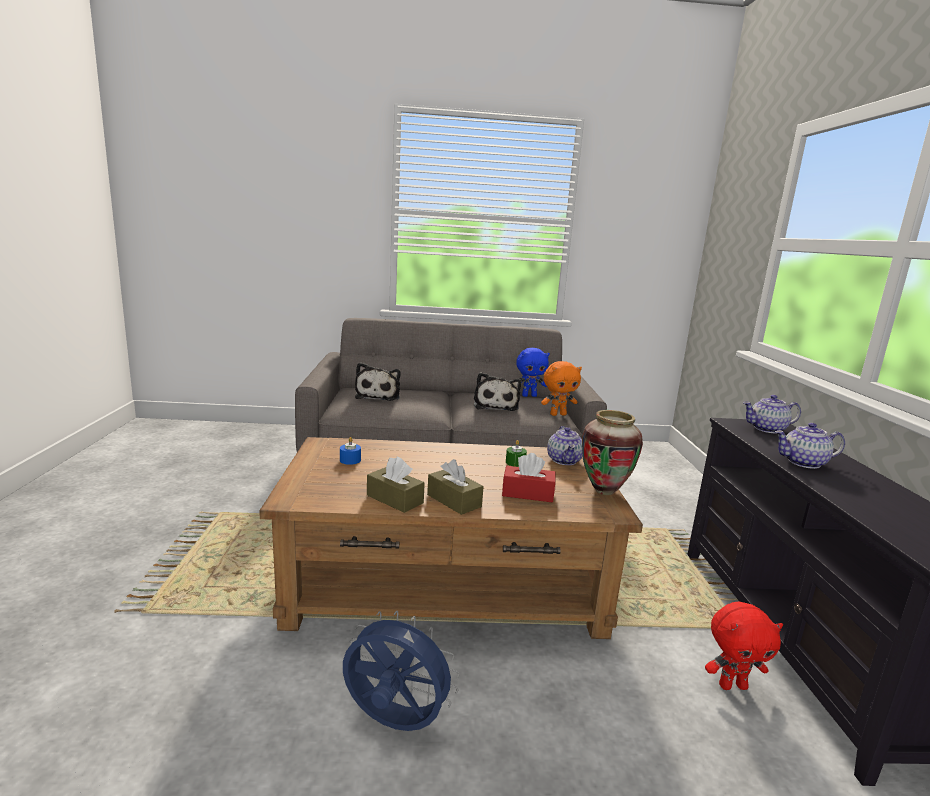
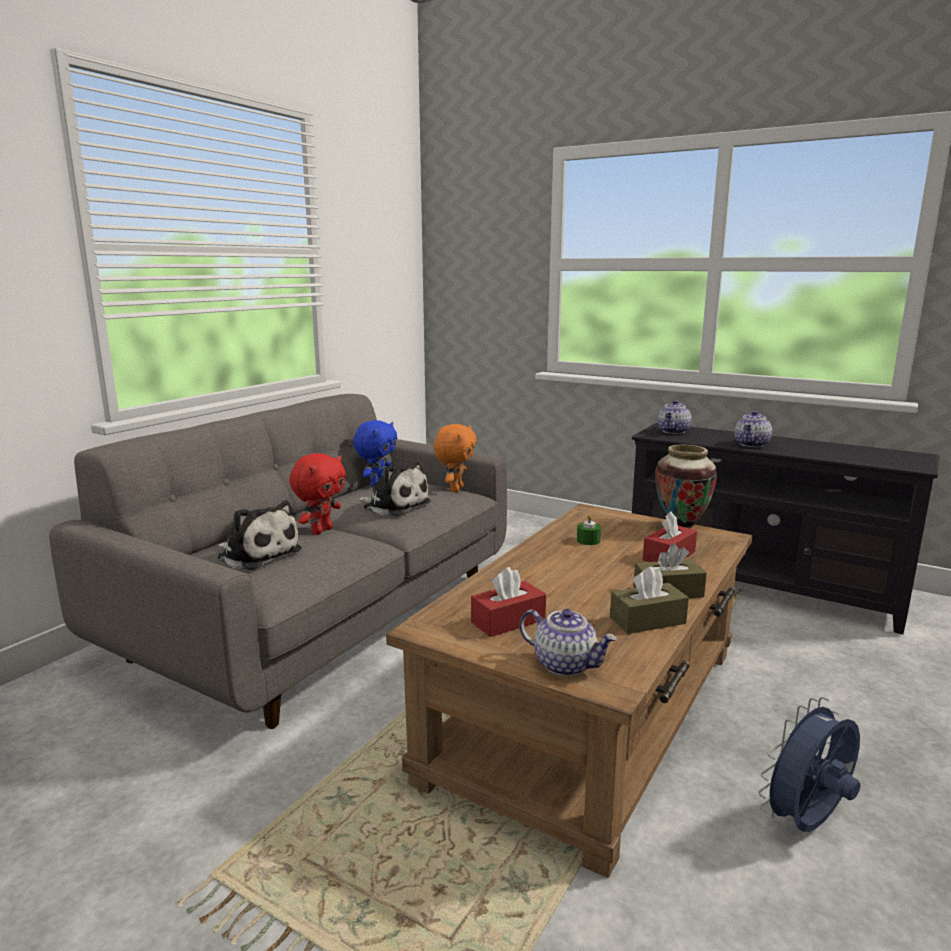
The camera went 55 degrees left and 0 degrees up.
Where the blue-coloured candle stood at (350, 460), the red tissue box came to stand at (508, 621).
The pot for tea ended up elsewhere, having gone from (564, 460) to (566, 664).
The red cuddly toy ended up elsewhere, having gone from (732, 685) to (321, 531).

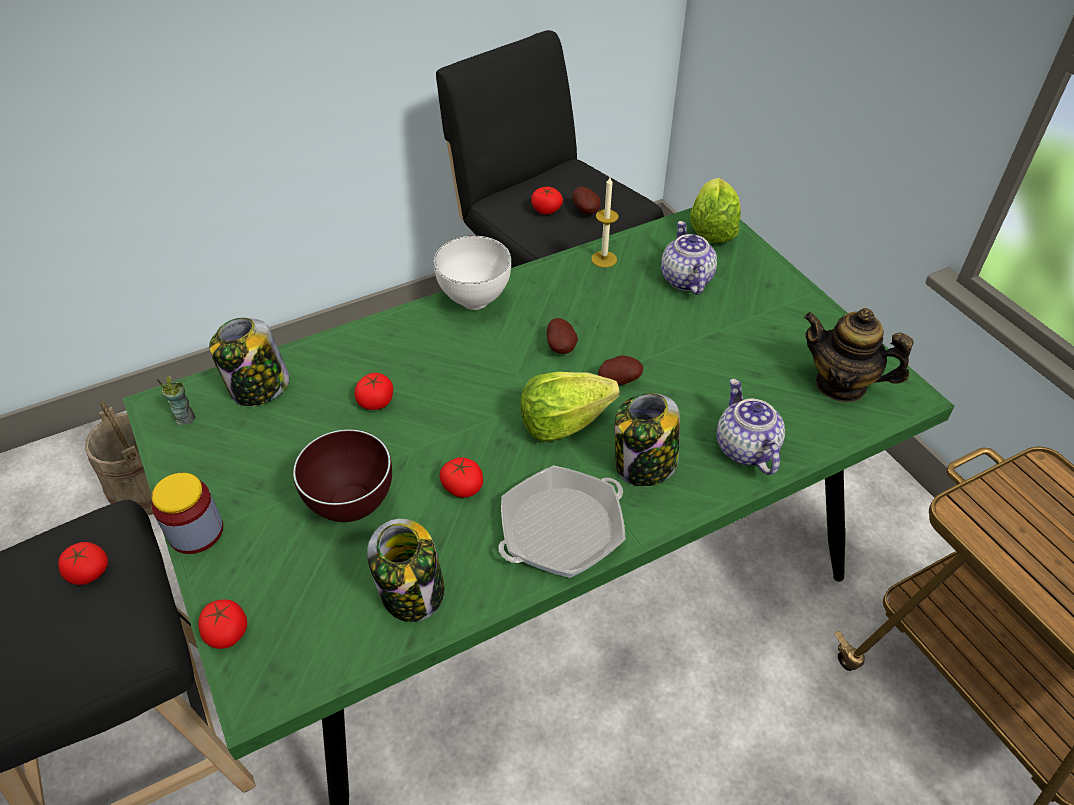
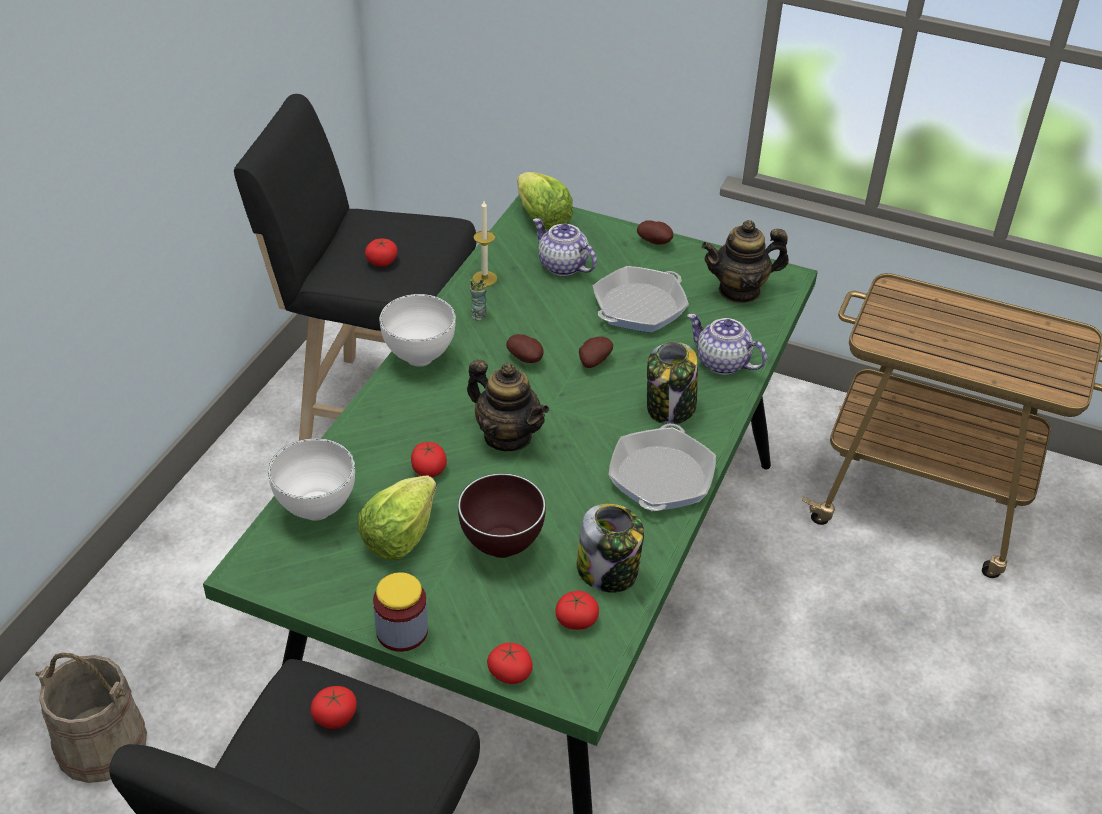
The camera went 40 degrees left and 5 degrees down.
The small cup ended up elsewhere, having gone from (185, 418) to (478, 315).
Where the jar stood at (259, 388), the whitish deep dish came to stand at (318, 511).
The whole tomato ended up elsewhere, having gone from (463, 486) to (576, 620).
The lettuce ended up elsewhere, having gone from (563, 422) to (399, 536).
The spud ended up elsewhere, having gone from (587, 211) to (655, 242).
The second view gained the pot for tea at (507, 436).
The second view gained the skillet at (639, 307).

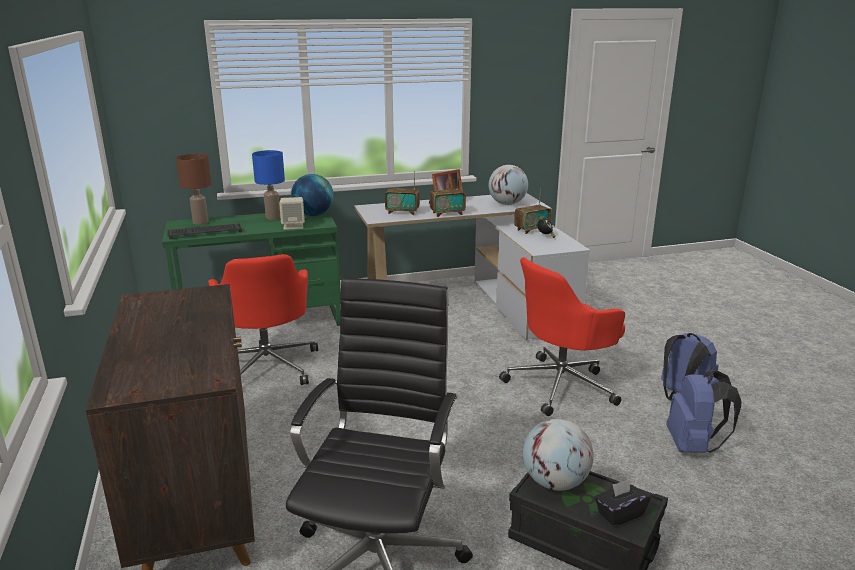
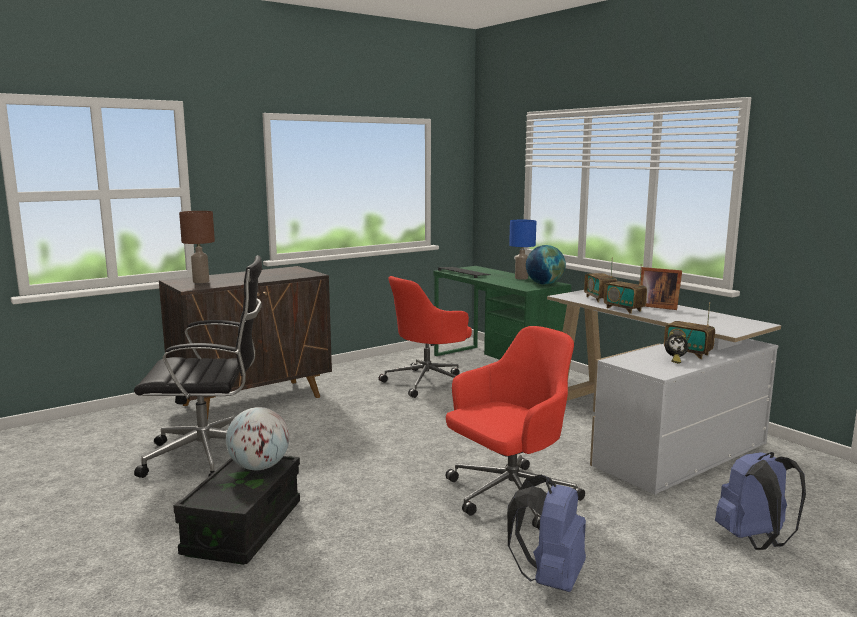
The camera went 70 degrees right and 10 degrees down.
The brown table lamp ended up elsewhere, having gone from (200, 222) to (200, 281).
The second view lost the beige speaker at (293, 226).
The second view lost the globe at (507, 204).
The red computer chair at (562, 385) ended up facing another way, 105 degrees clockwise from before.
The second view lost the black tissue box at (620, 514).
The blue-coloured knapsack ended up elsewhere, having gone from (693, 446) to (755, 540).

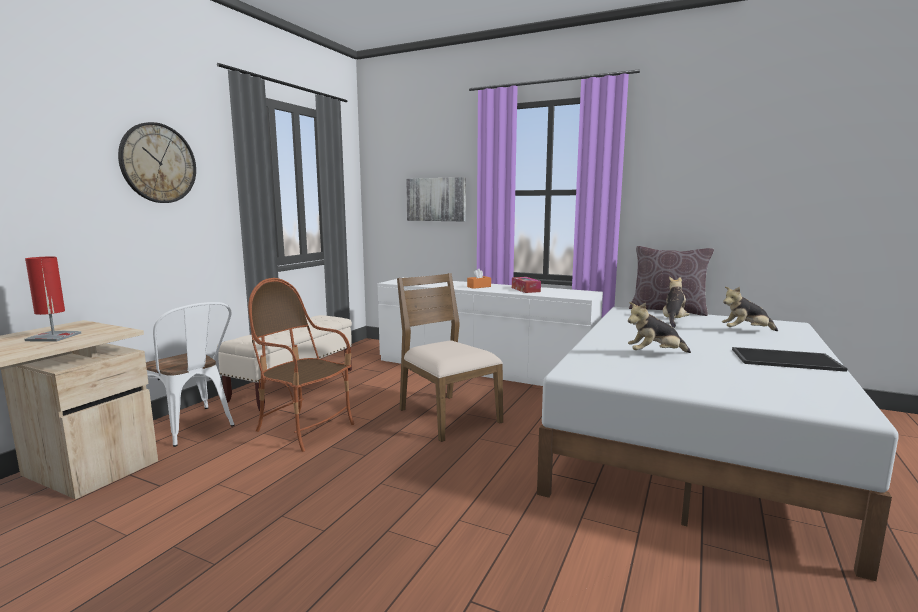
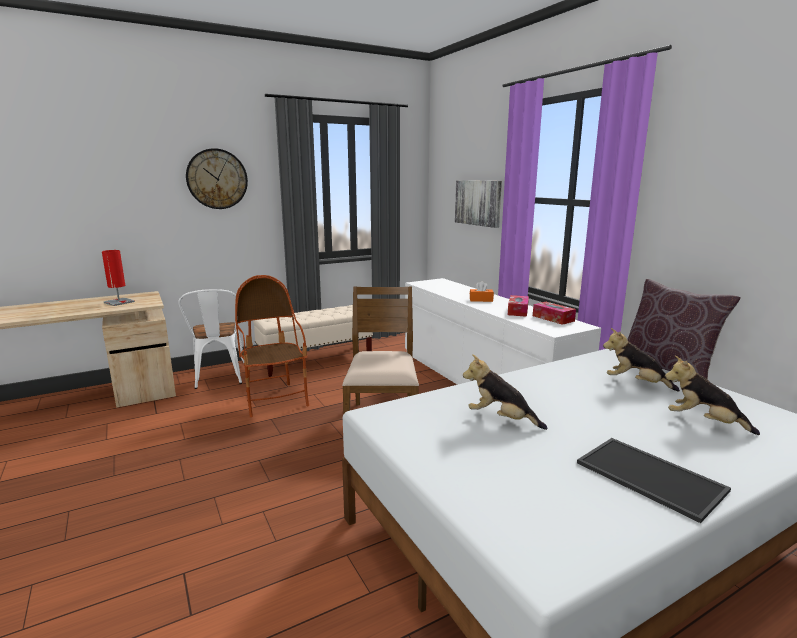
The camera went 35 degrees right and 5 degrees up.
The cuddly toy at (673, 321) ended up facing another way, 120 degrees counterclockwise from before.
The second view gained the tissue box at (553, 318).

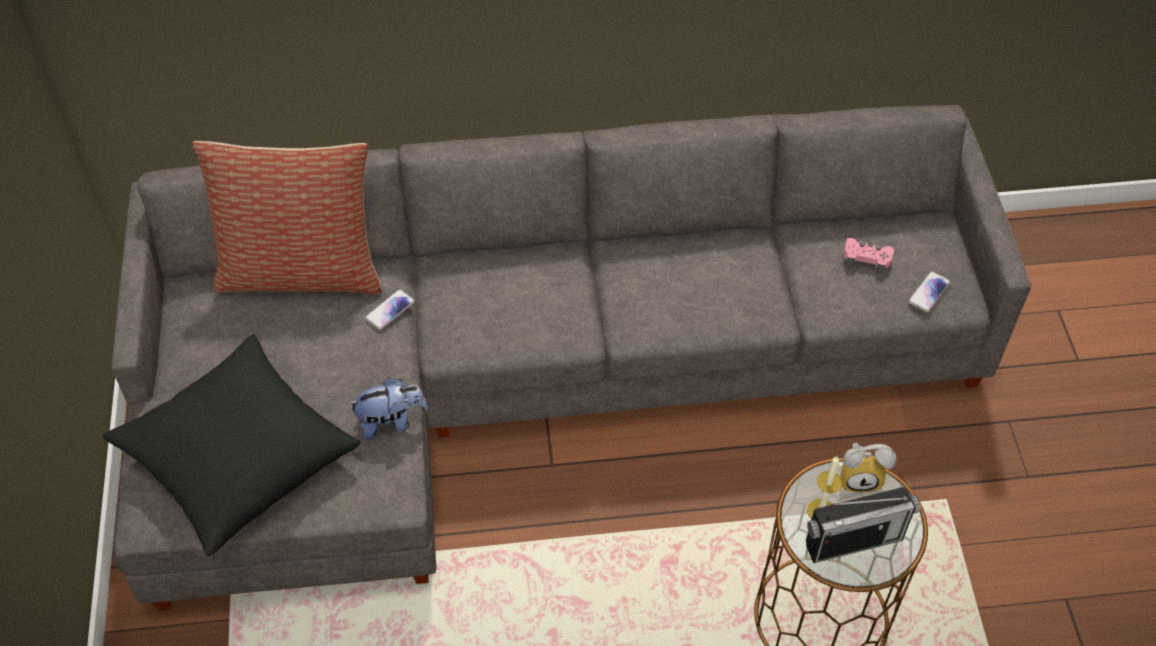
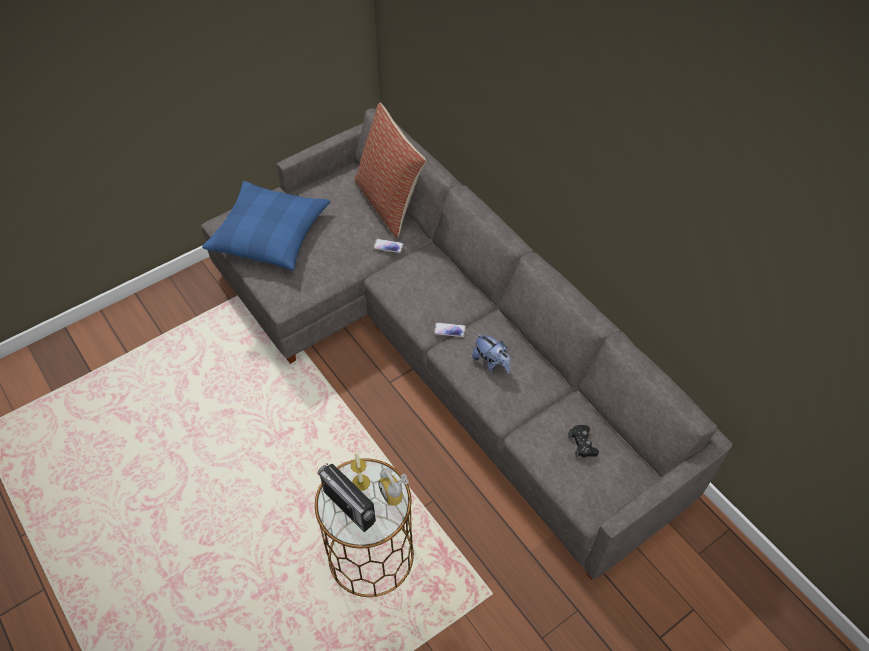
The camera went 60 degrees right and 0 degrees up.
What was the black pillow at (237, 454) turned into the blue-coloured pillow at (270, 234).
The cuddly toy ended up elsewhere, having gone from (391, 421) to (491, 363).
What was the pink-coloured joypad at (866, 258) turned into the black joypad at (582, 444).
The telephone ended up elsewhere, having gone from (928, 292) to (450, 330).

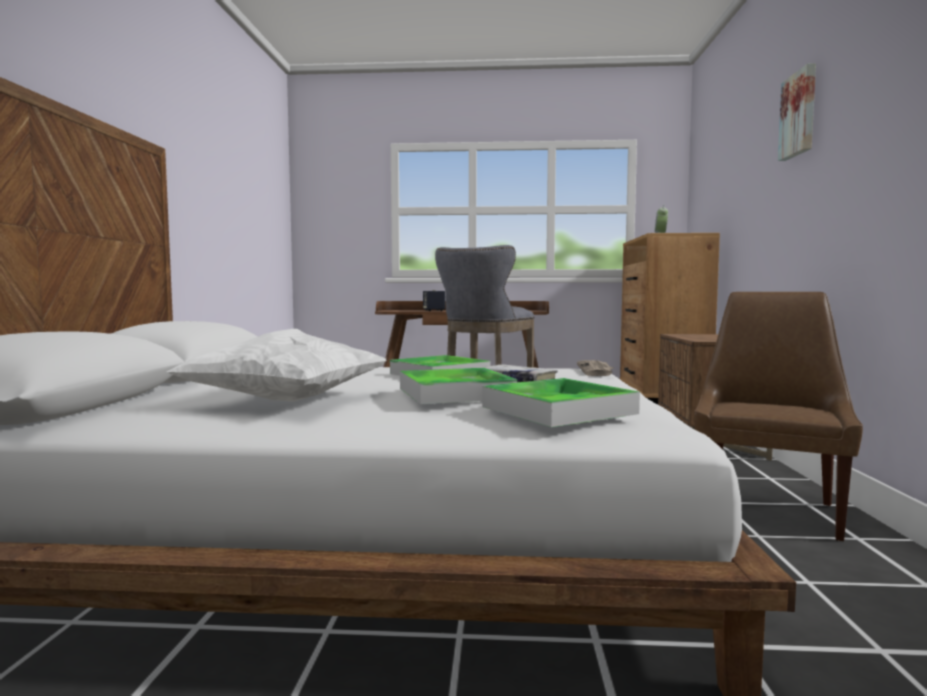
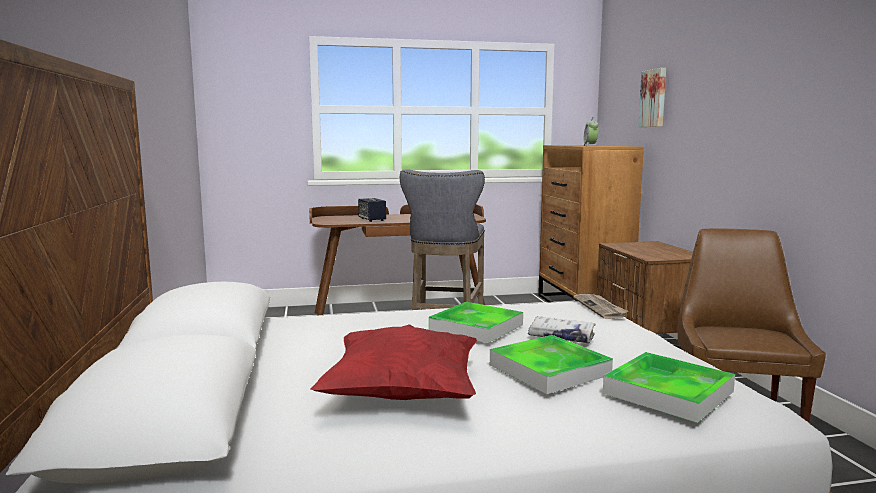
The camera went 15 degrees left and 5 degrees up.
What was the whitish pillow at (286, 401) turned into the red pillow at (402, 395).
The wall picture ended up elsewhere, having gone from (800, 114) to (654, 98).

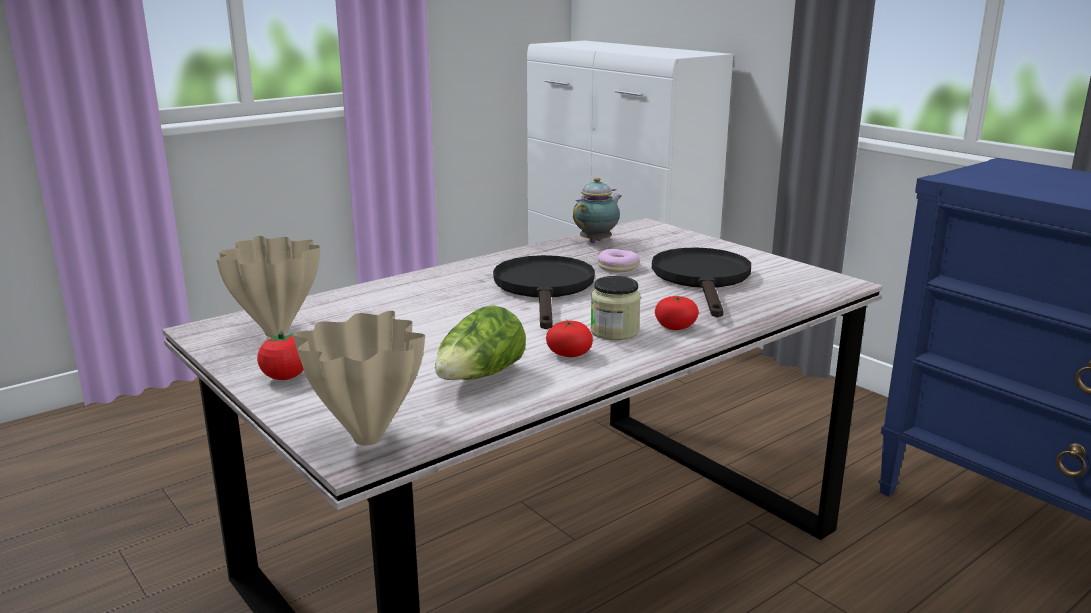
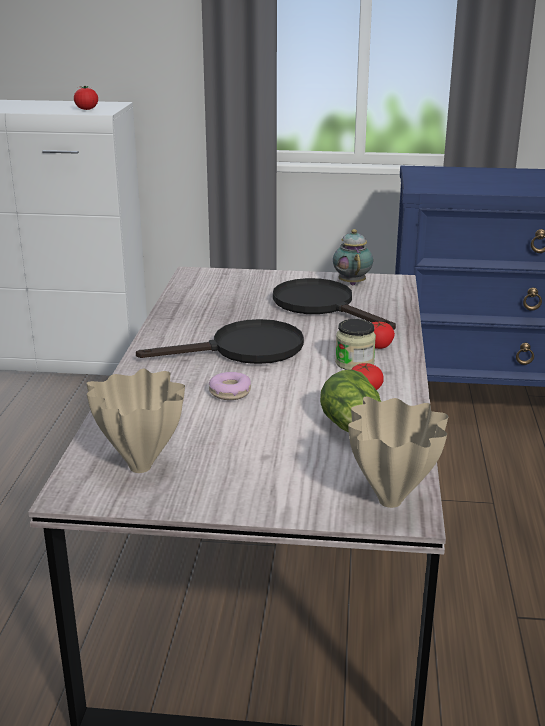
The camera went 45 degrees left and 5 degrees up.
The whole tomato ended up elsewhere, having gone from (285, 377) to (87, 109).
The black skillet at (545, 289) ended up facing another way, 120 degrees clockwise from before.
The pot for tea ended up elsewhere, having gone from (597, 241) to (352, 283).
The donut ended up elsewhere, having gone from (618, 267) to (230, 392).

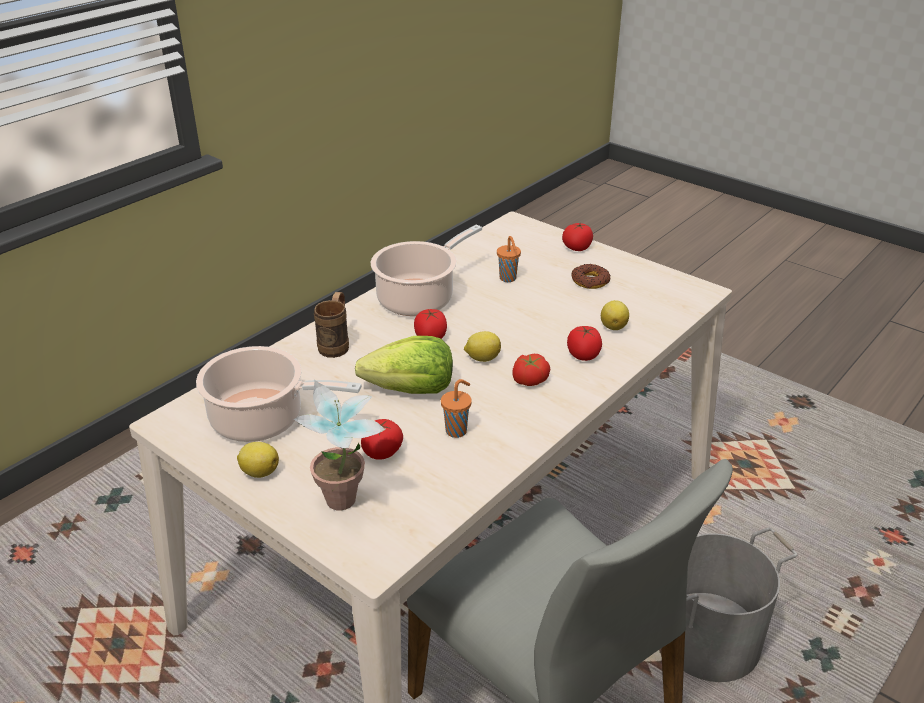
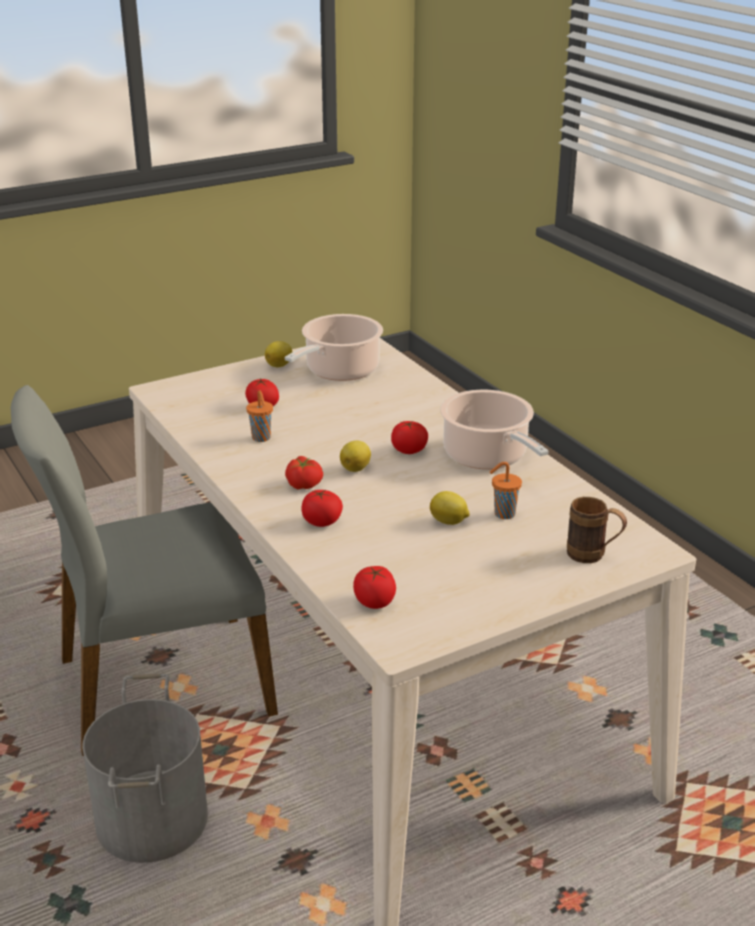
The camera went 110 degrees right and 5 degrees down.
The second view lost the houseplant at (346, 507).
The brown mug ended up elsewhere, having gone from (336, 344) to (593, 556).
The second view lost the lettuce at (411, 390).
The whole tomato ended up elsewhere, having gone from (577, 248) to (375, 602).
The second view lost the donut at (590, 281).
The citrus fruit ended up elsewhere, having gone from (613, 326) to (449, 522).

